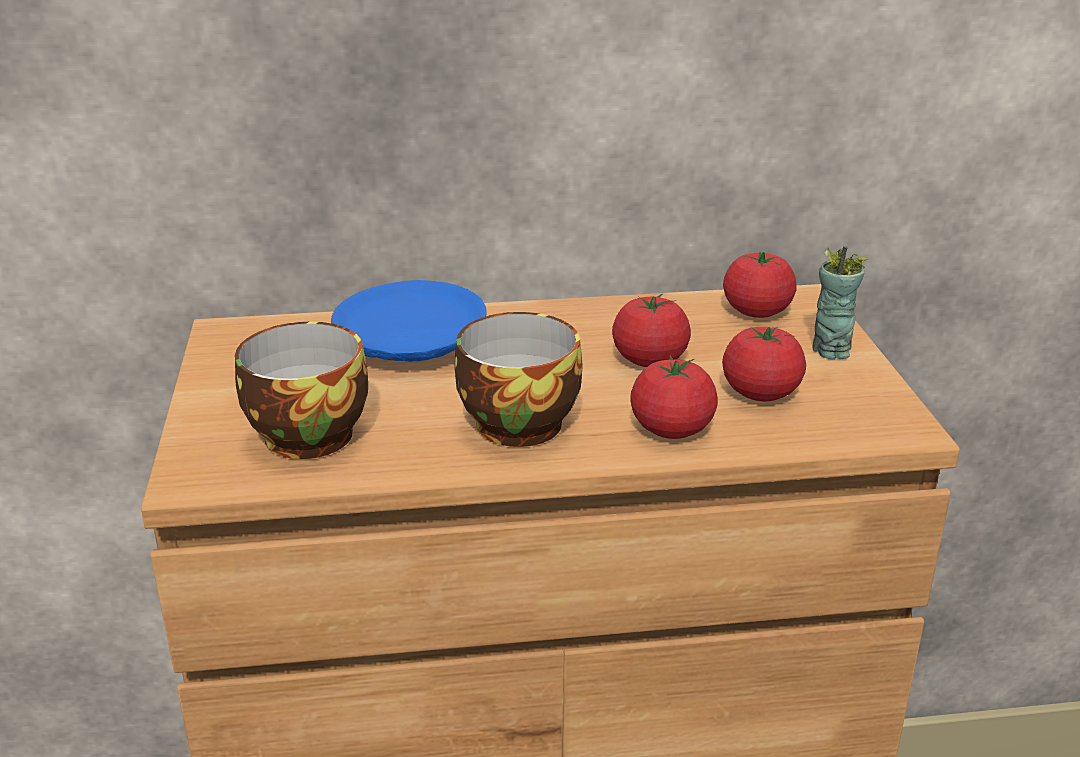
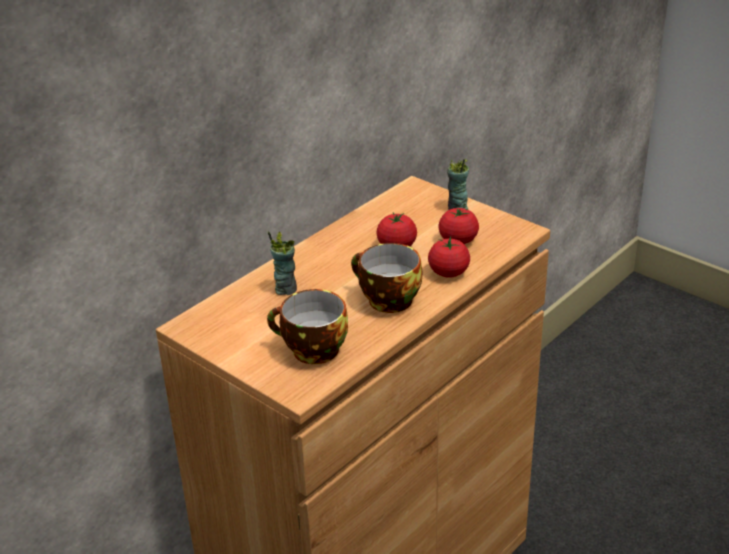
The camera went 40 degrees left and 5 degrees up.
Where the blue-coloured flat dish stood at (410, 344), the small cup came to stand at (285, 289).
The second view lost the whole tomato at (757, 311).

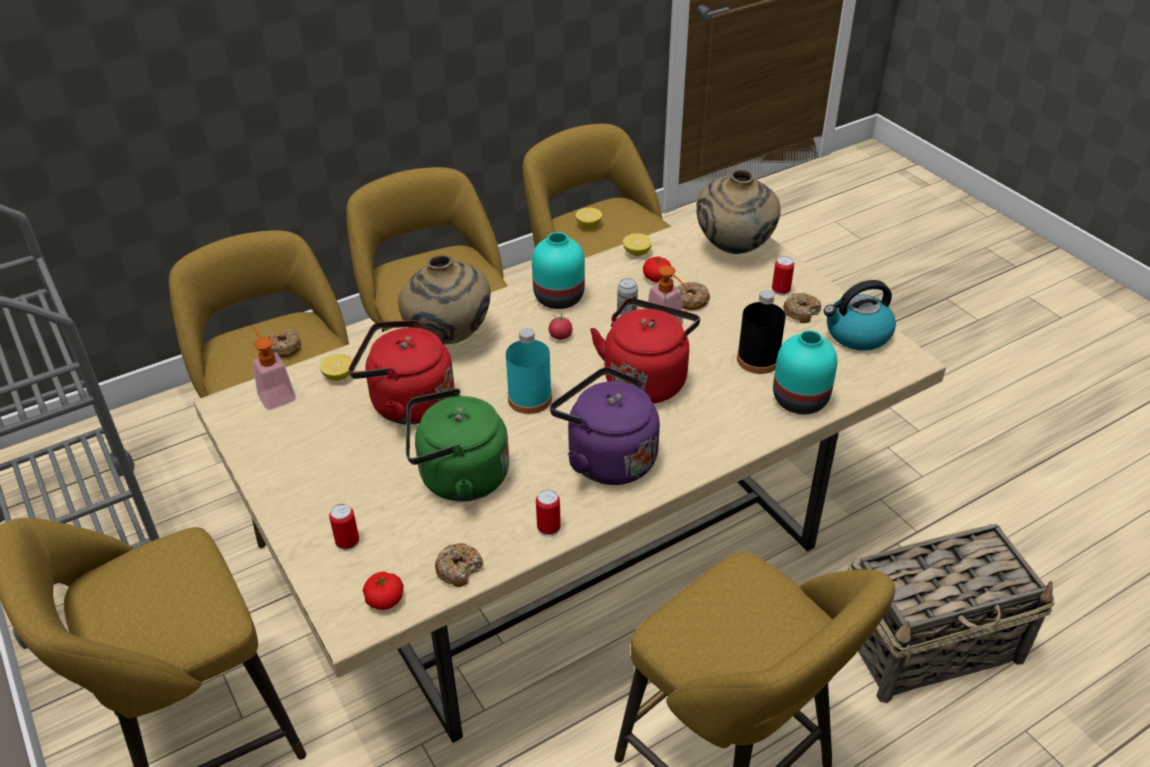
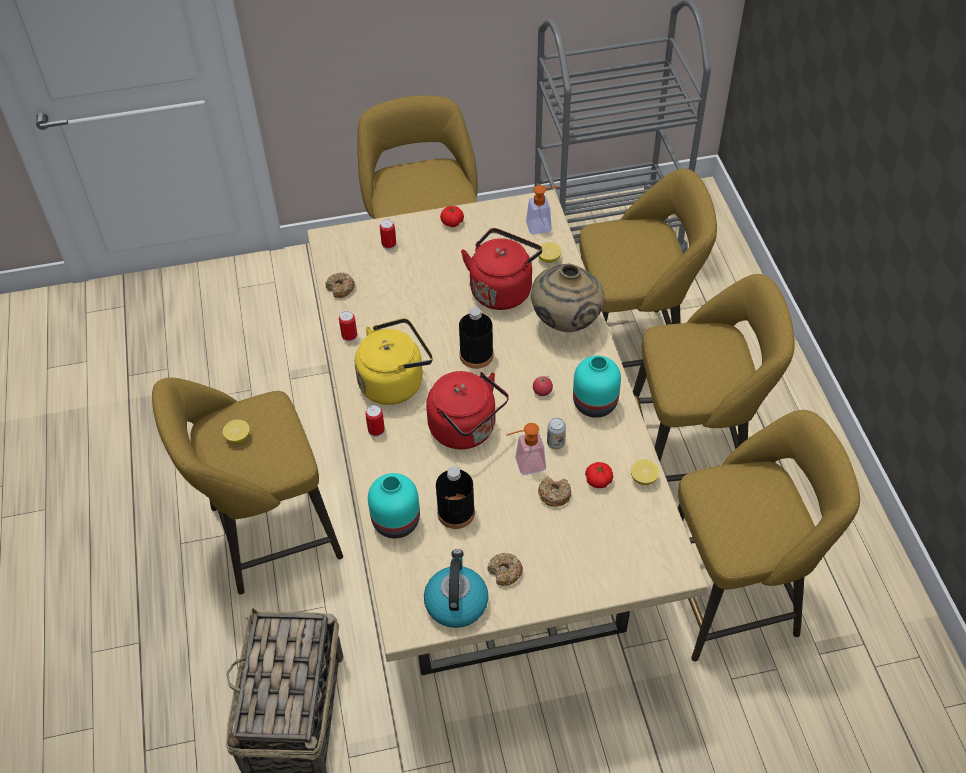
The camera went 110 degrees right and 10 degrees up.
The second view lost the donut at (284, 348).
The whole tomato ended up elsewhere, having gone from (385, 599) to (452, 222).
The second view lost the greenish kettle at (458, 478).
What was the blue-green bottle at (529, 398) turned into the black bottle at (476, 355).
What was the purple-coloured kettle at (606, 458) turned into the yellow kettle at (395, 382).
The citrus fruit ended up elsewhere, having gone from (588, 225) to (238, 437).
The second view lost the beige flower vase at (734, 249).
The can ended up elsewhere, having gone from (780, 290) to (376, 430).

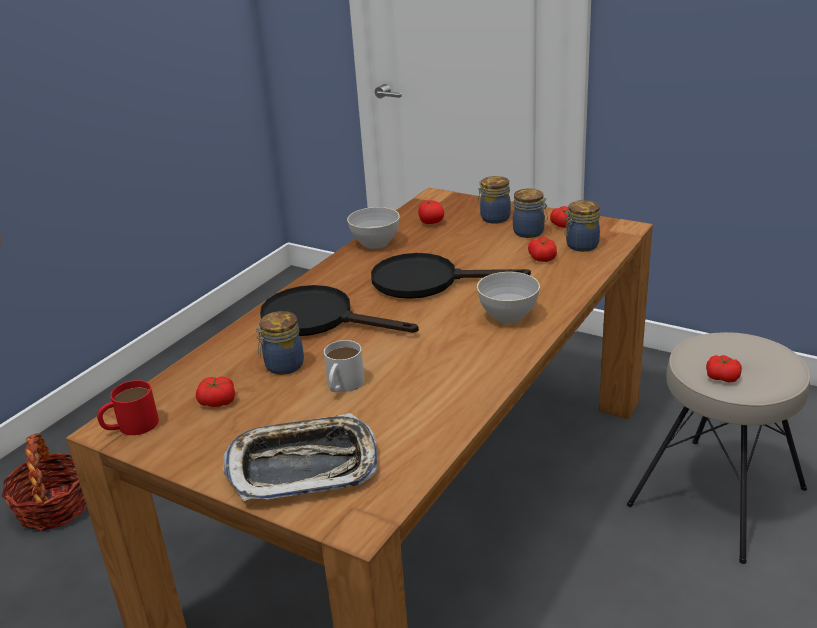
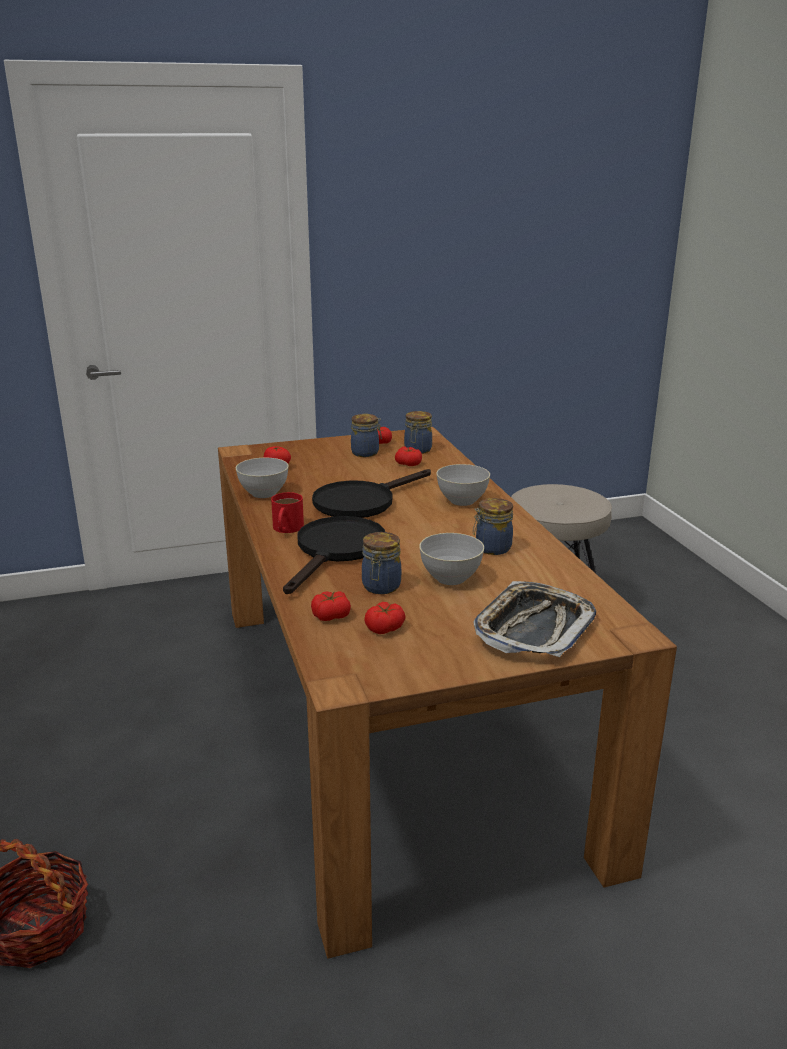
The camera went 50 degrees left and 5 degrees down.
The red mug ended up elsewhere, having gone from (130, 426) to (286, 529).
The black skillet at (319, 318) ended up facing another way, 135 degrees clockwise from before.
Where the whitish mug stood at (342, 385), the grey deep dish came to stand at (451, 578).
The jar ended up elsewhere, having gone from (494, 218) to (491, 548).
The whole tomato ended up elsewhere, having gone from (722, 377) to (331, 615).

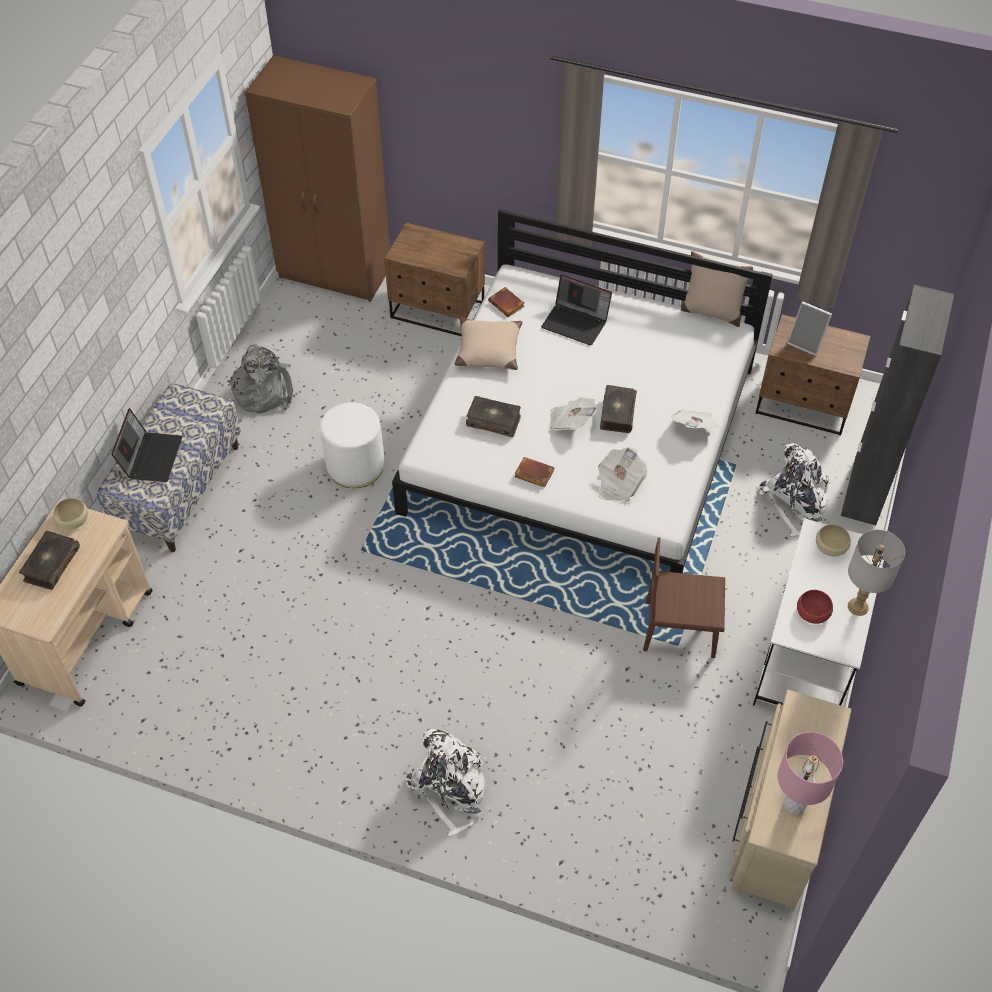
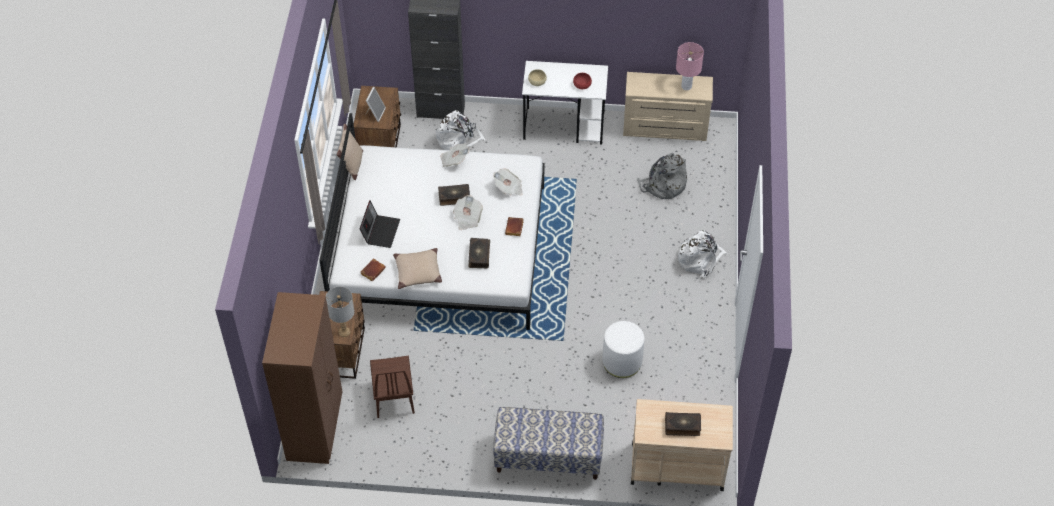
The camera went 105 degrees left and 0 degrees up.
The second view lost the beige deep dish at (73, 519).
The second view lost the notebook computer at (151, 457).
The grey knapsack ended up elsewhere, having gone from (264, 391) to (663, 185).
The whitish ottoman ended up elsewhere, having gone from (355, 466) to (622, 362).
The brown upright chair ended up elsewhere, having gone from (680, 629) to (393, 396).
The grey table lamp ended up elsewhere, having gone from (858, 606) to (344, 331).

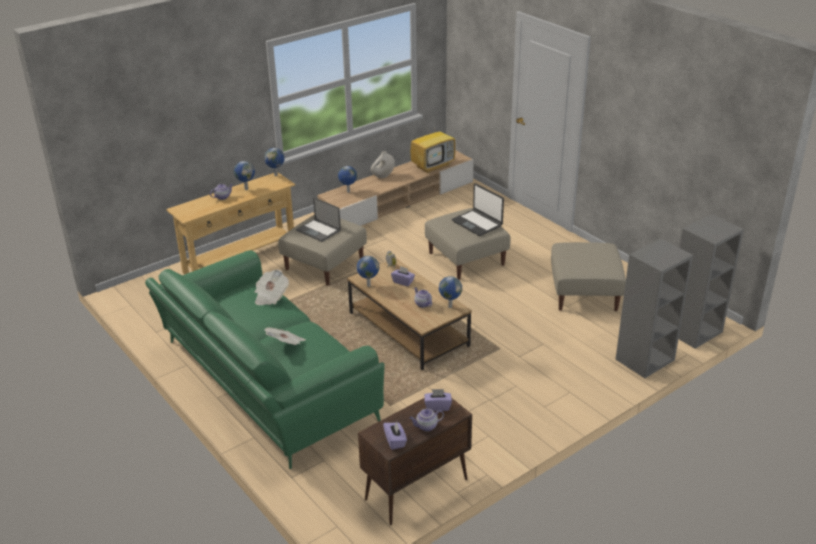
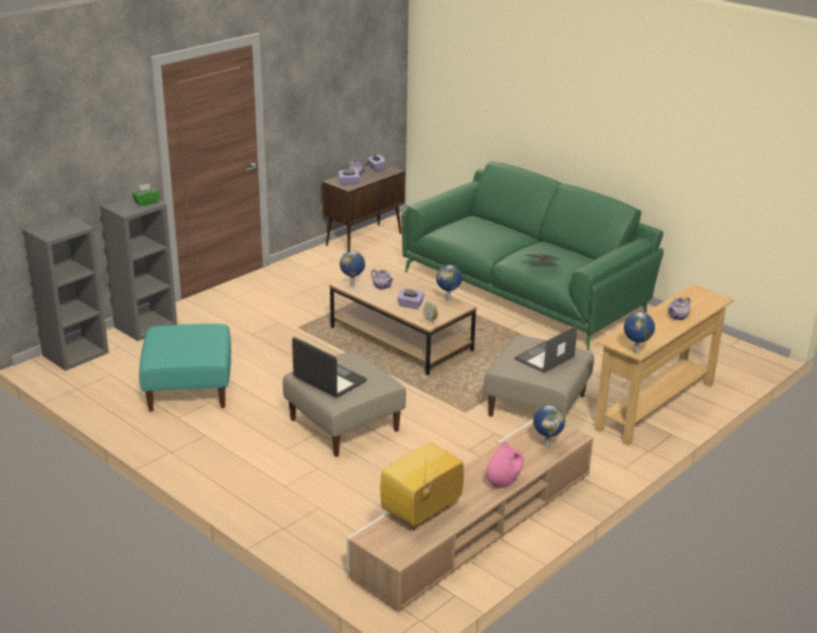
The camera went 170 degrees right and 5 degrees down.
The second view lost the globe at (246, 189).
The second view lost the daily paper at (286, 344).
The notebook computer at (319, 230) ended up facing another way, 75 degrees counterclockwise from before.
What was the whitish flower vase at (383, 176) turned into the pink-coloured flower vase at (504, 482).
What was the beige ottoman at (585, 293) turned into the blue-green ottoman at (188, 388).
The second view gained the greenish tissue box at (146, 202).

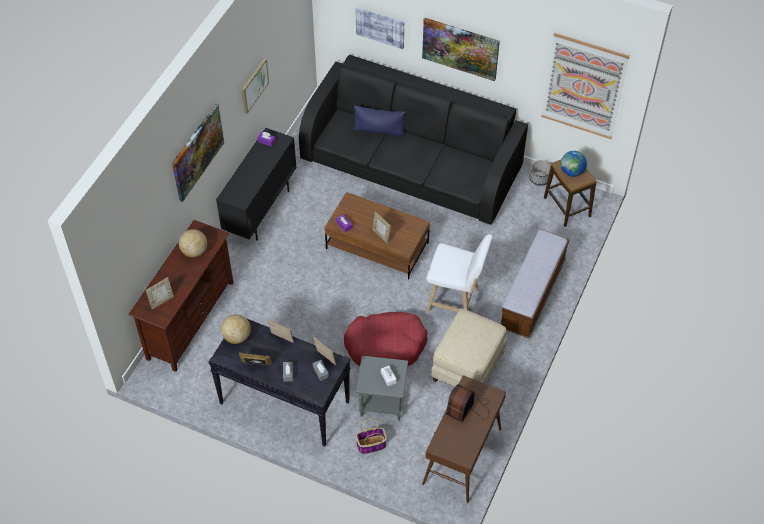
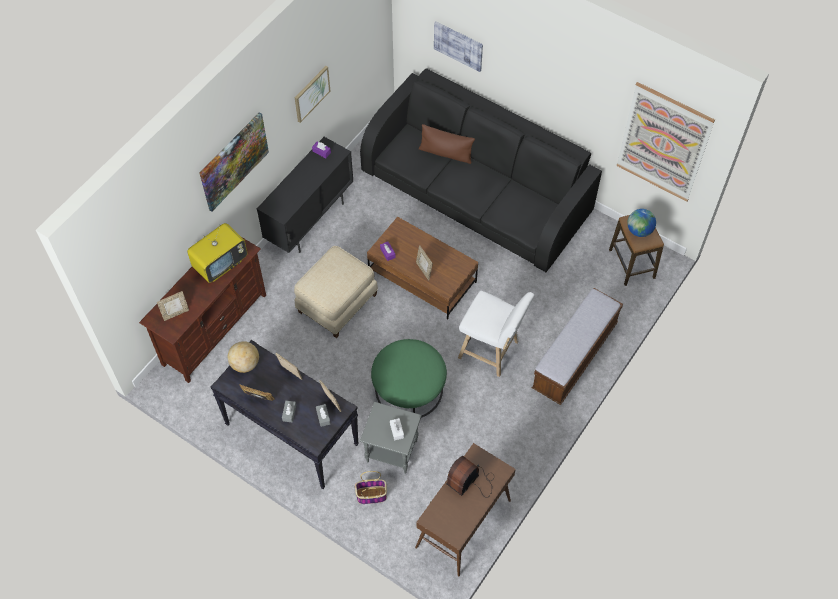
The camera went 10 degrees right and 5 degrees up.
Where the globe stood at (194, 251), the television came to stand at (220, 264).
Where the red dog cushion stood at (386, 346), the greenish ottoman came to stand at (409, 389).
What was the blue-coloured pillow at (379, 130) turned into the brown pillow at (446, 153).
The second view lost the wall picture at (460, 48).
The beige ottoman ended up elsewhere, having gone from (467, 365) to (336, 302).
The second view lost the planter at (539, 178).

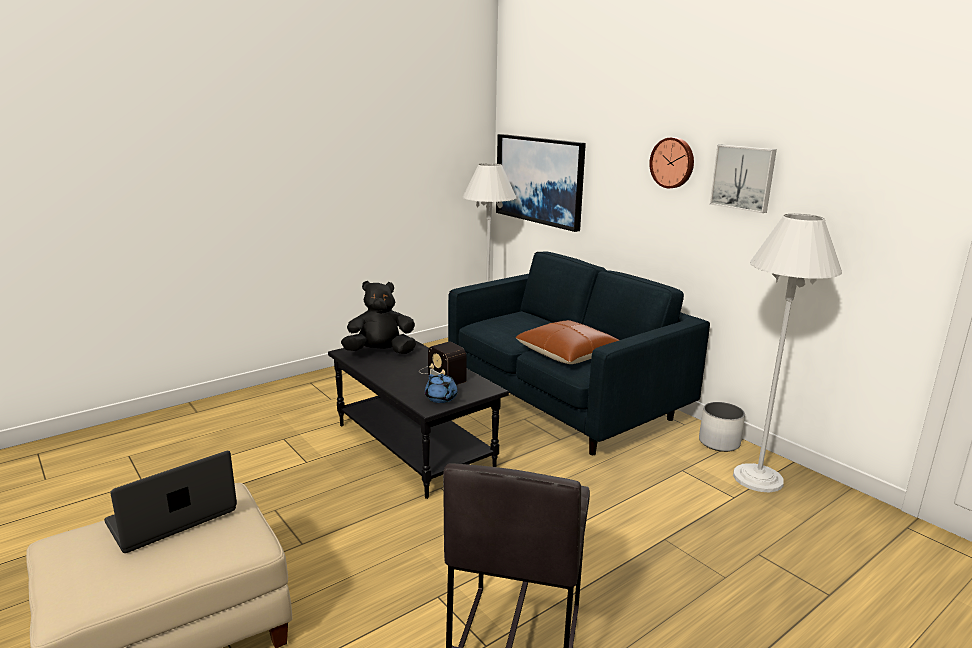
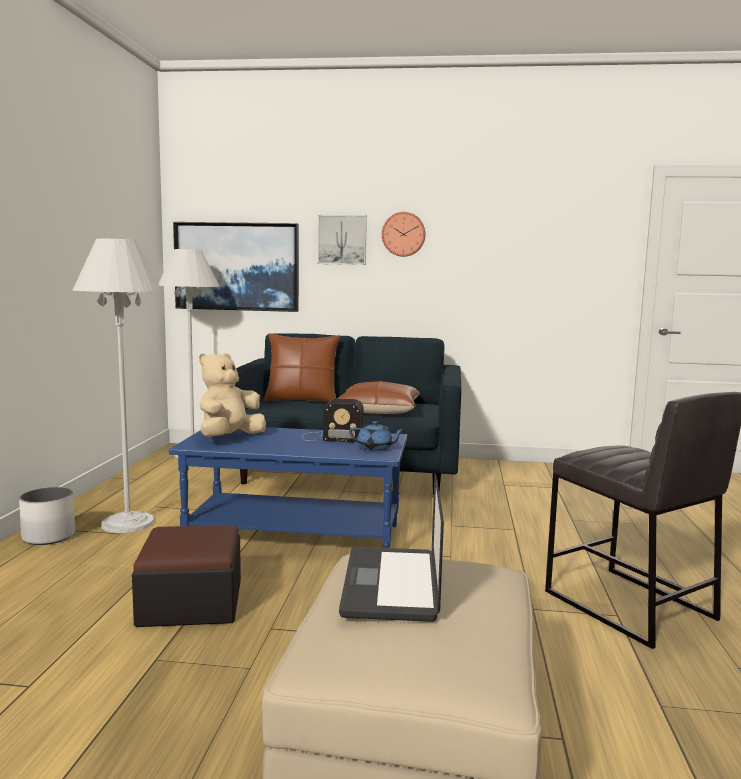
The camera went 45 degrees left and 10 degrees down.
What was the black coffee table at (415, 446) turned into the blue-coloured coffee table at (296, 535).
What was the black cuddly toy at (380, 352) turned into the beige cuddly toy at (229, 438).
The whitish planter ended up elsewhere, having gone from (719, 443) to (49, 537).
The wall picture ended up elsewhere, having gone from (743, 177) to (342, 240).
The whitish standing lamp ended up elsewhere, having gone from (757, 478) to (127, 523).
The second view gained the ottoman at (191, 602).
The second view gained the brown pillow at (301, 400).

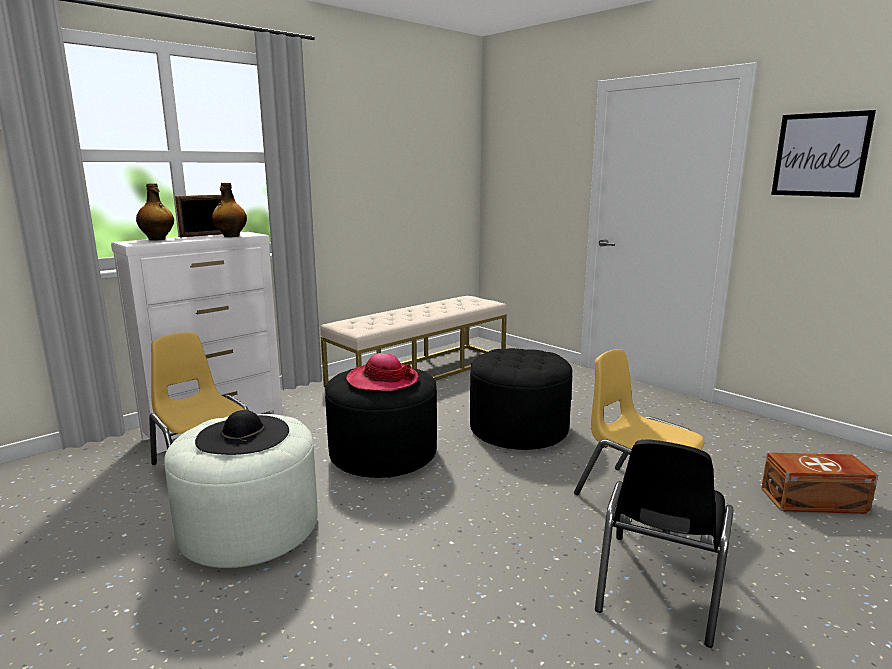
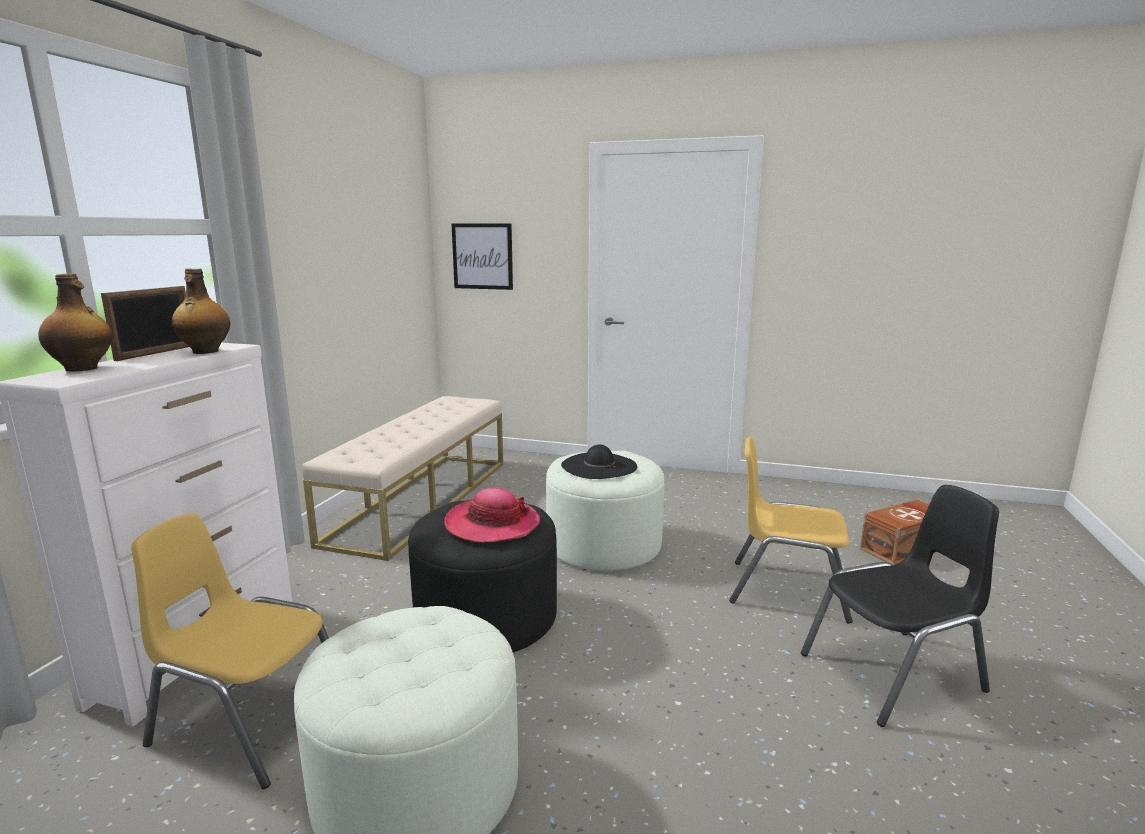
The camera went 30 degrees left and 0 degrees up.
The black hat ended up elsewhere, having gone from (243, 435) to (598, 466).
What was the black ottoman at (518, 429) turned into the whitish ottoman at (604, 545).
The black upright chair at (659, 586) ended up facing another way, 105 degrees counterclockwise from before.
The wall picture ended up elsewhere, having gone from (820, 155) to (482, 256).

